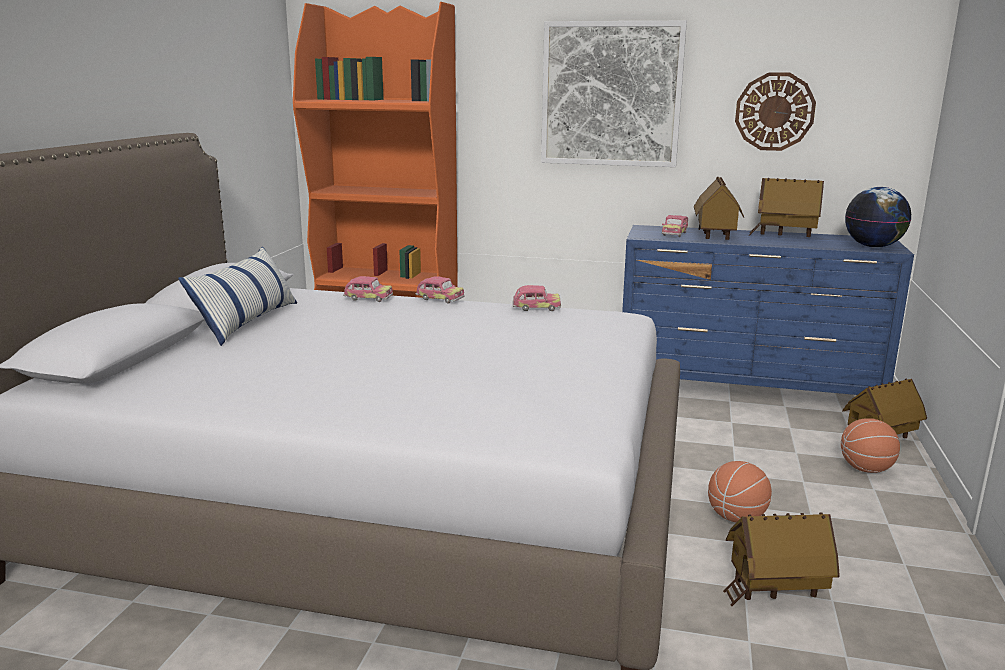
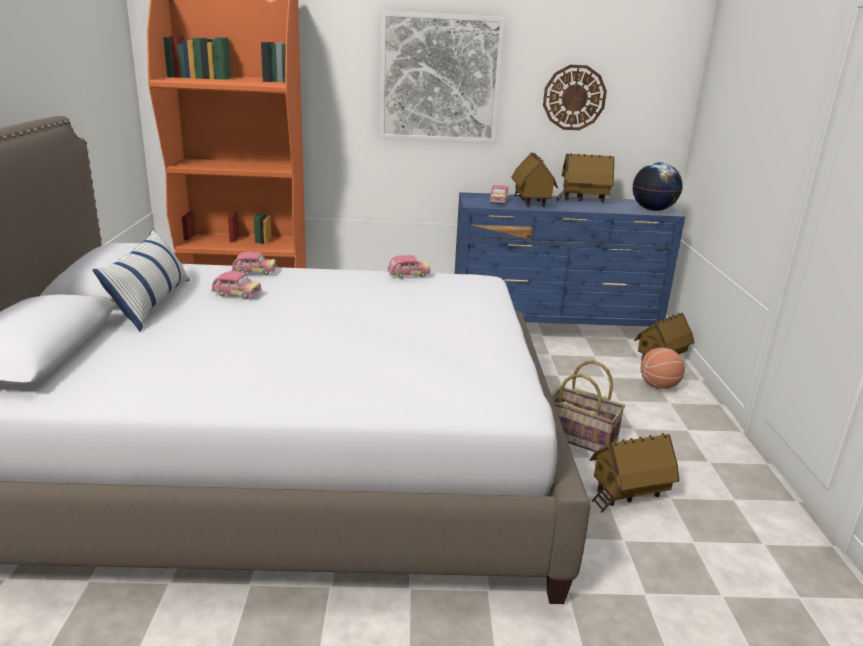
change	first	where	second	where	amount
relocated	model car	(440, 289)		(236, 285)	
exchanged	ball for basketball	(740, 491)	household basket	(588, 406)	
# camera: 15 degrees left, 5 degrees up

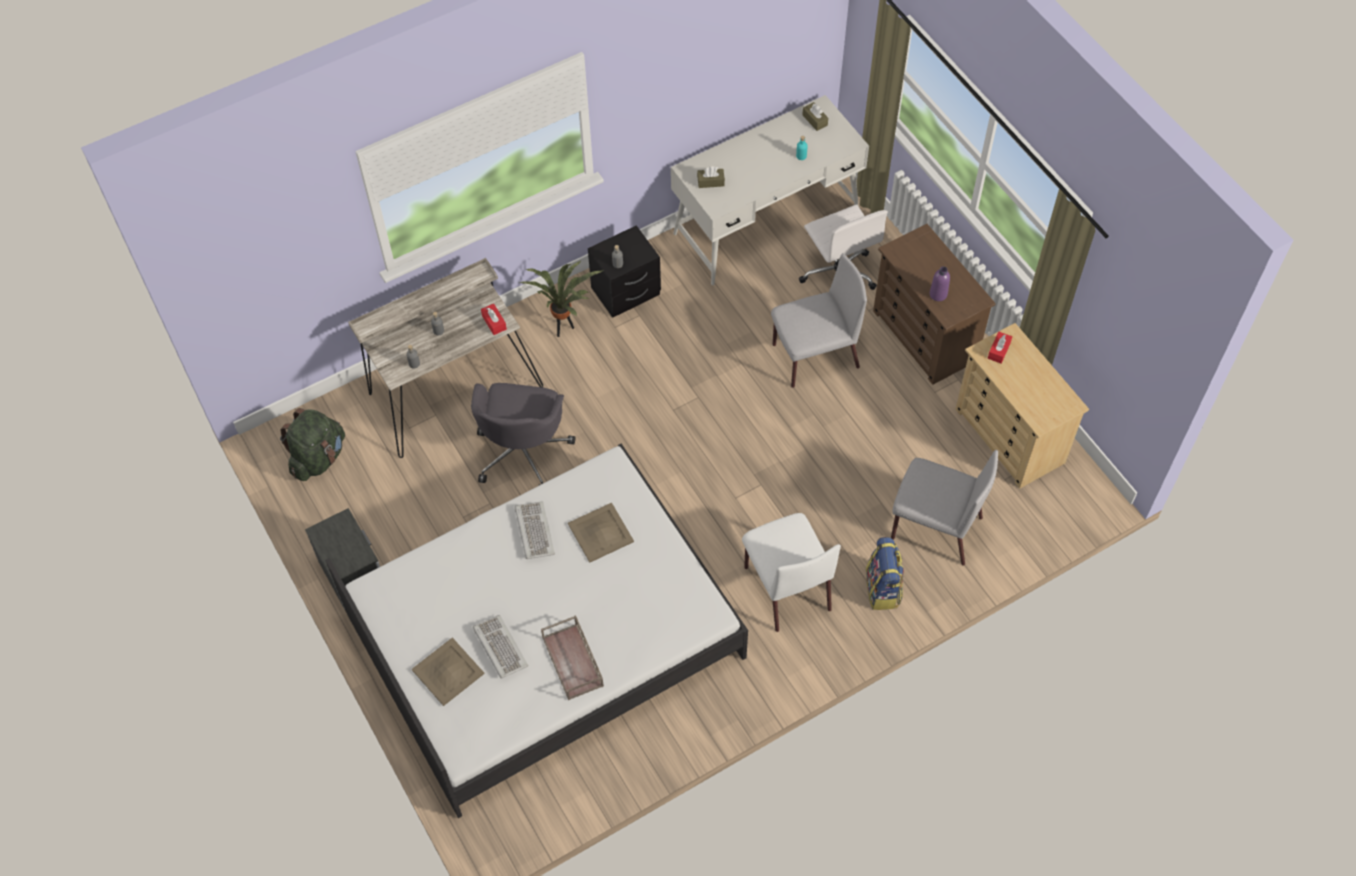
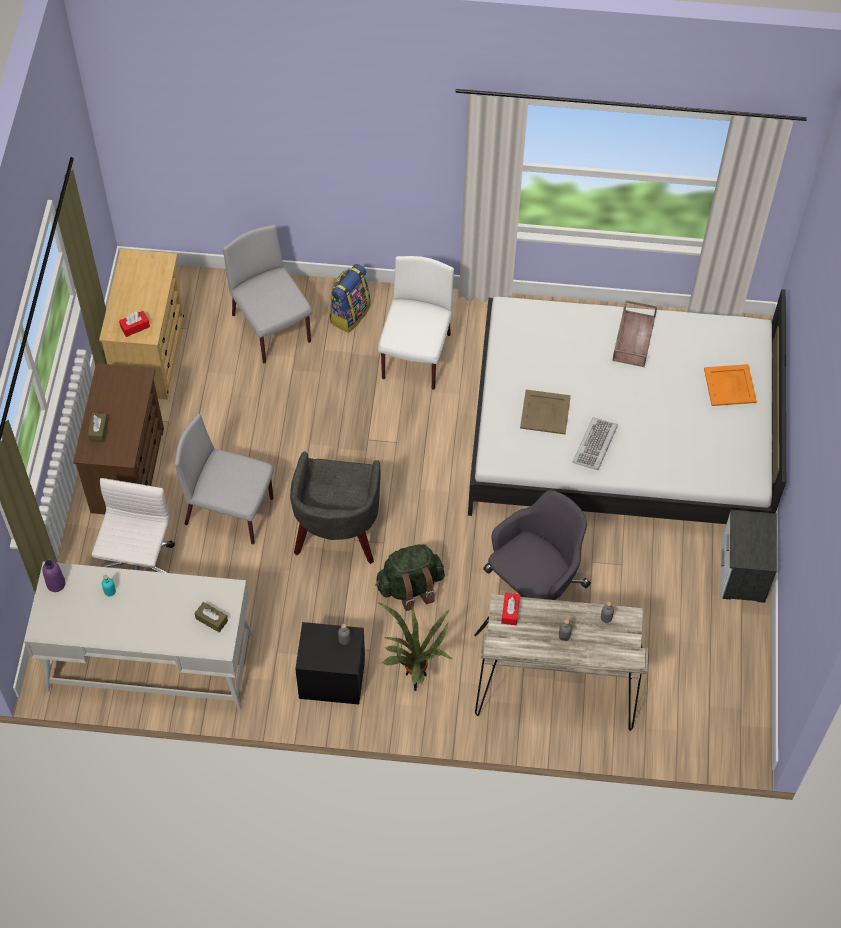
change	first	where	second	where	amount
relocated	box of tissues (brown-coloured)	(815, 116)		(98, 428)	
relocated	beverage bottle (purple-coloured)	(940, 283)		(54, 576)	
relocated	rucksack (green-coloured)	(312, 444)		(410, 577)	
missing	PC keyboard	(500, 647)			
colour	tray (sand-coloured)	(448, 672)	tray (orangey)	(730, 385)	
appeared			easy chair (gray)	(335, 507)	
# camera: 145 degrees left, 0 degrees up

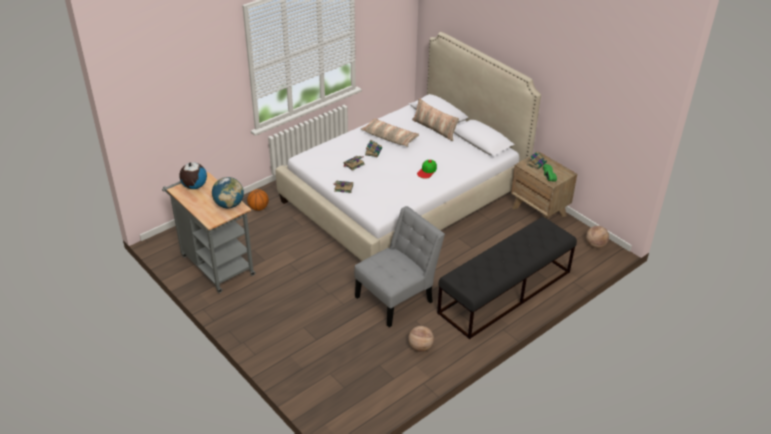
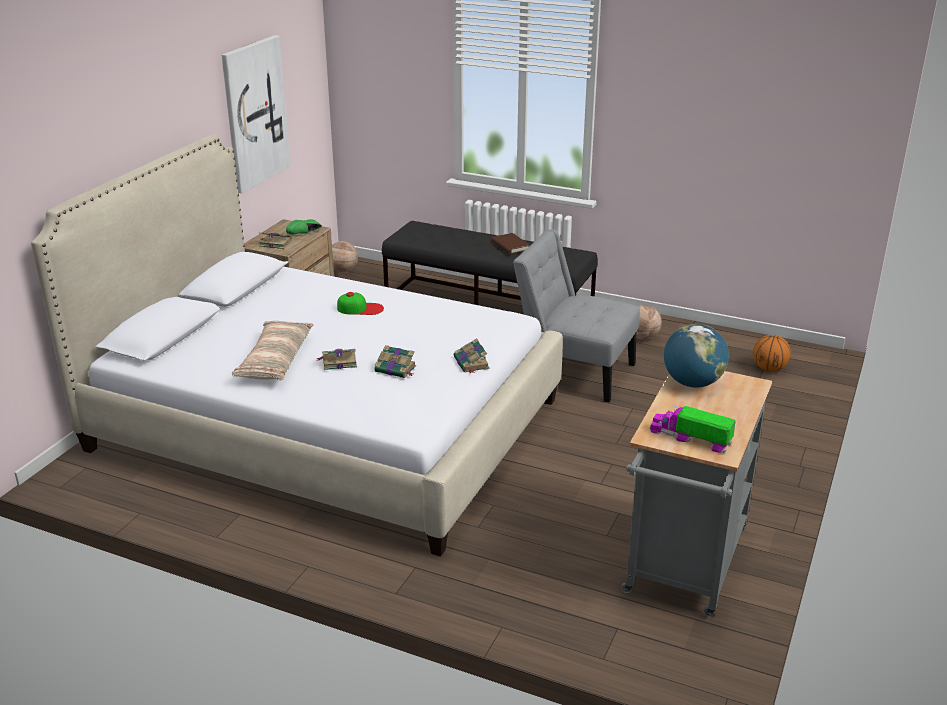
change	first	where	second	where	amount
missing	pillow	(435, 119)			
exchanged	desk globe	(193, 176)	toy truck	(692, 429)	
relocated	ball for basketball	(258, 200)		(772, 353)	
appeared			wall picture	(256, 114)	
appeared			book (brown-coloured)	(510, 244)	
# camera: 115 degrees left, 10 degrees down

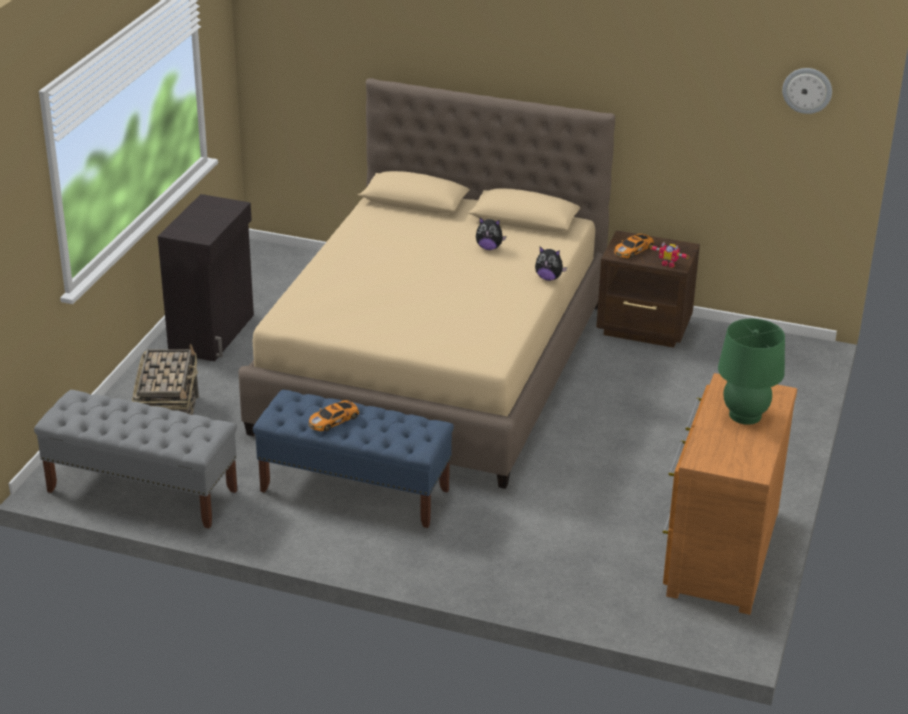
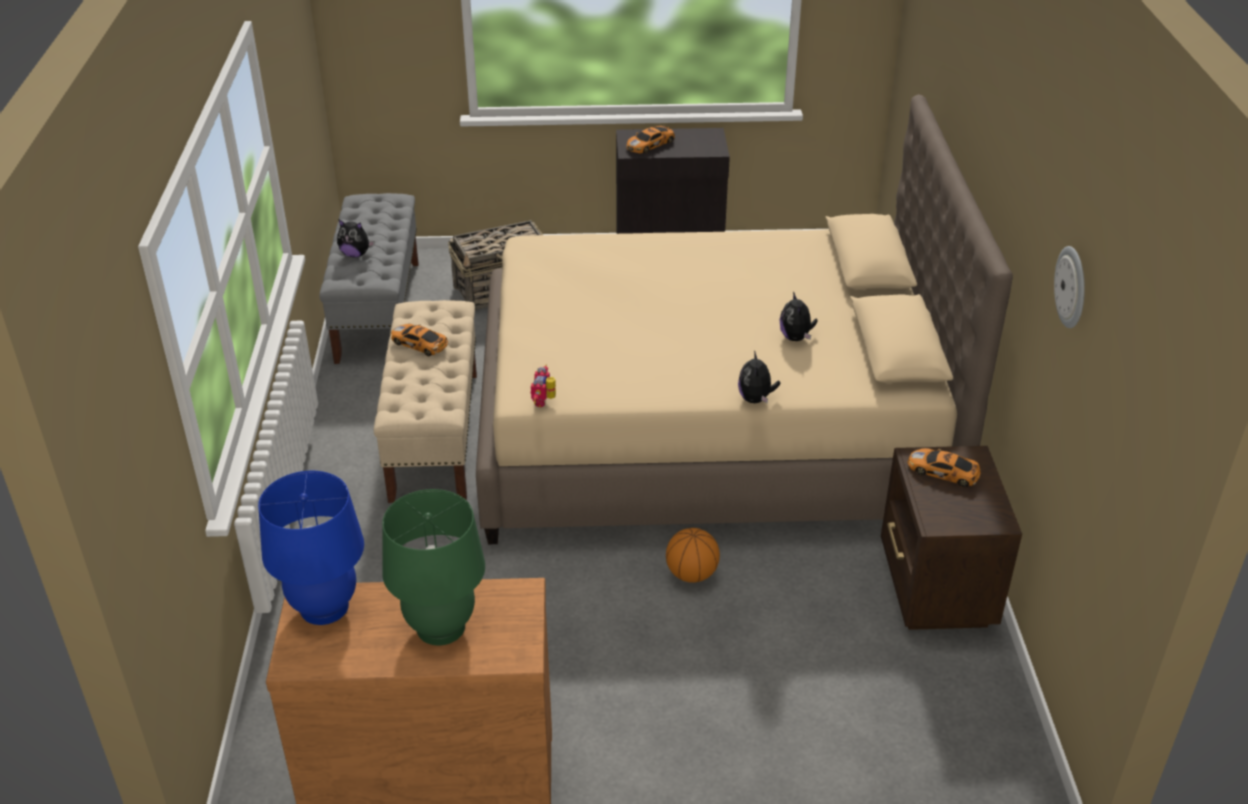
change	first	where	second	where	amount
relocated	clock on the wall	(807, 91)		(1069, 287)	
relocated	robot figure	(669, 255)		(543, 386)	
colour	long seat (blue-coloured)	(353, 459)	long seat (sand-coloured)	(425, 401)	
appeared			model car	(651, 139)	
appeared			cuddly toy	(355, 239)	
appeared			lamp for a table (blue-coloured)	(311, 548)	
appeared			ball for basketball	(693, 555)	
# camera: 70 degrees right, 5 degrees up

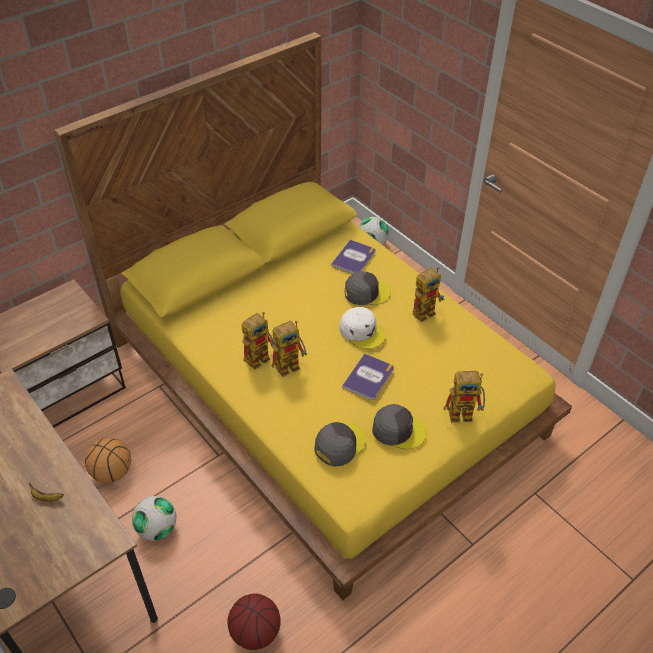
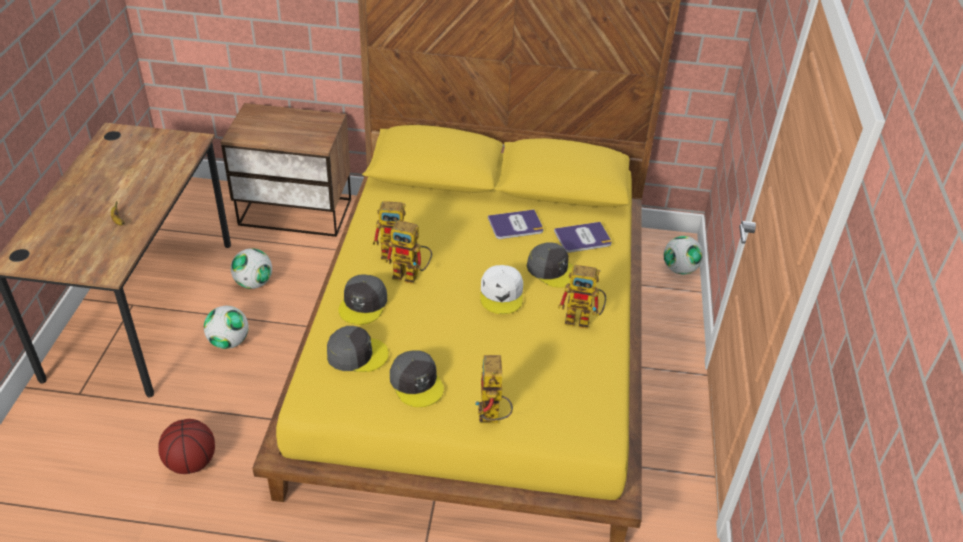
change	first	where	second	where	amount
relocated	book	(368, 376)		(515, 224)	
spun	robot figure	(464, 397)		(494, 389)	45 degrees clockwise
exchanged	ball for basketball	(108, 460)	football ball	(251, 268)	
appeared			baseball cap (gray)	(363, 299)	
# camera: 45 degrees right, 5 degrees down

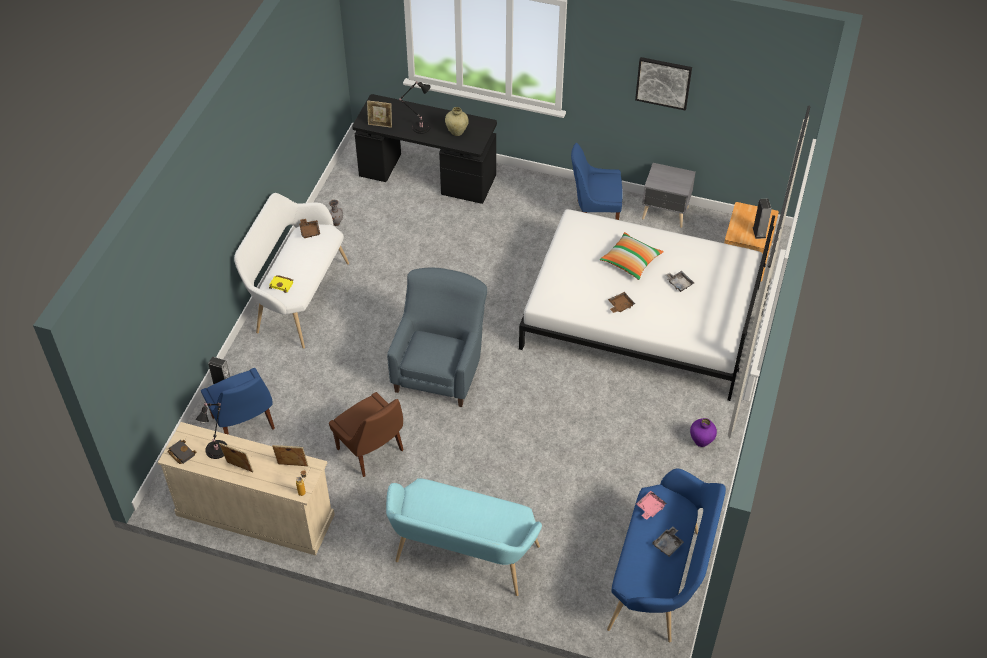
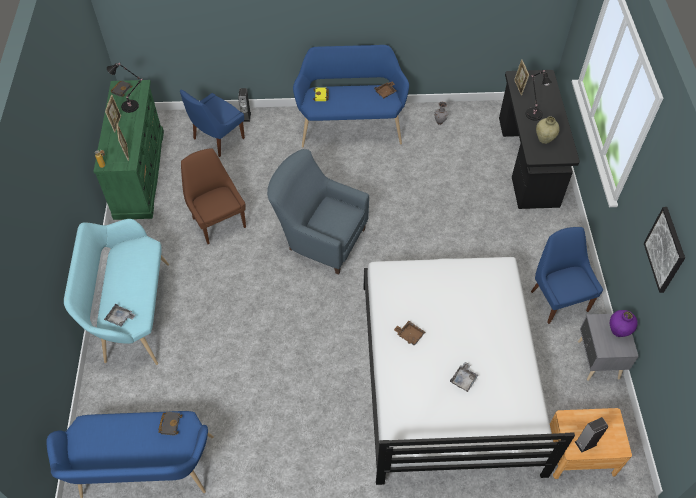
change	first	where	second	where	amount
colour	long seat (whitish)	(291, 271)	long seat (blue-coloured)	(351, 96)	
missing	pillow	(632, 256)			
spun	easy chair (blue-coloured)	(437, 337)		(318, 212)	150 degrees counterclockwise
spun	plain chair (brown-coloured)	(366, 434)		(213, 196)	120 degrees clockwise
relocated	flower vase (purple-coloured)	(703, 432)		(624, 323)	
colour	dresser (sand-coloured)	(246, 489)	dresser (green-coloured)	(128, 150)	
exchanged	tray (pink-coloured)	(651, 505)	book (black-coloured)	(170, 424)	
relocated	tray (gray)	(668, 541)		(120, 315)	
# camera: 70 degrees right, 5 degrees up

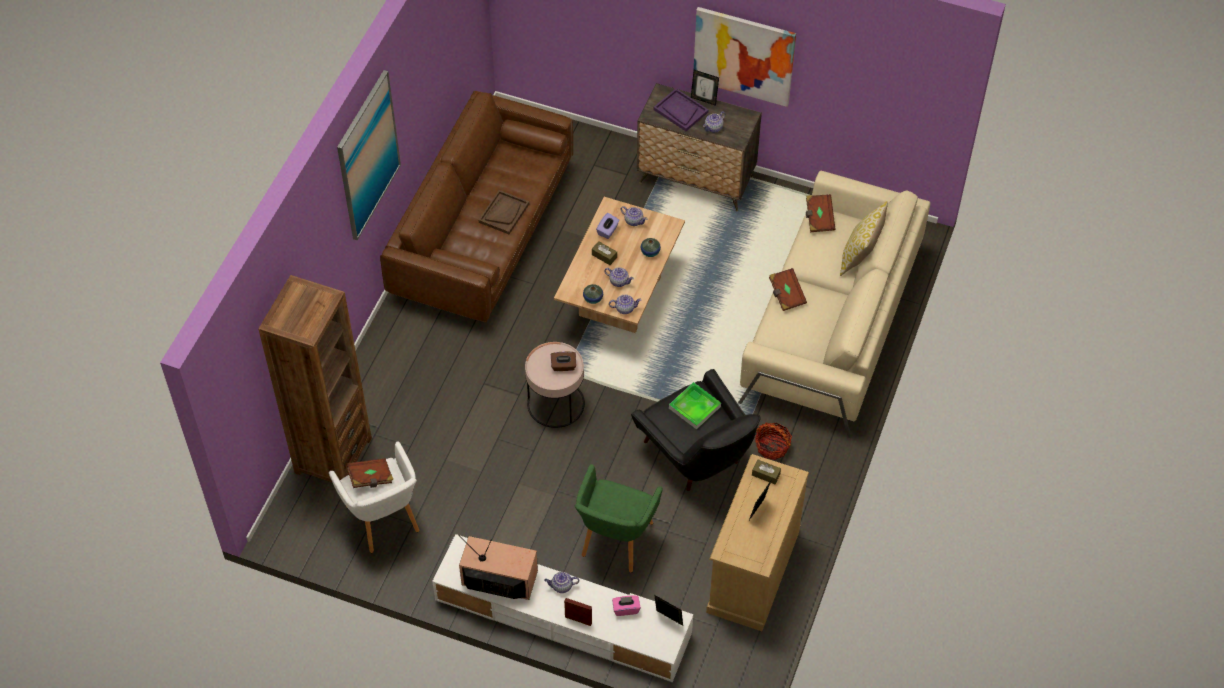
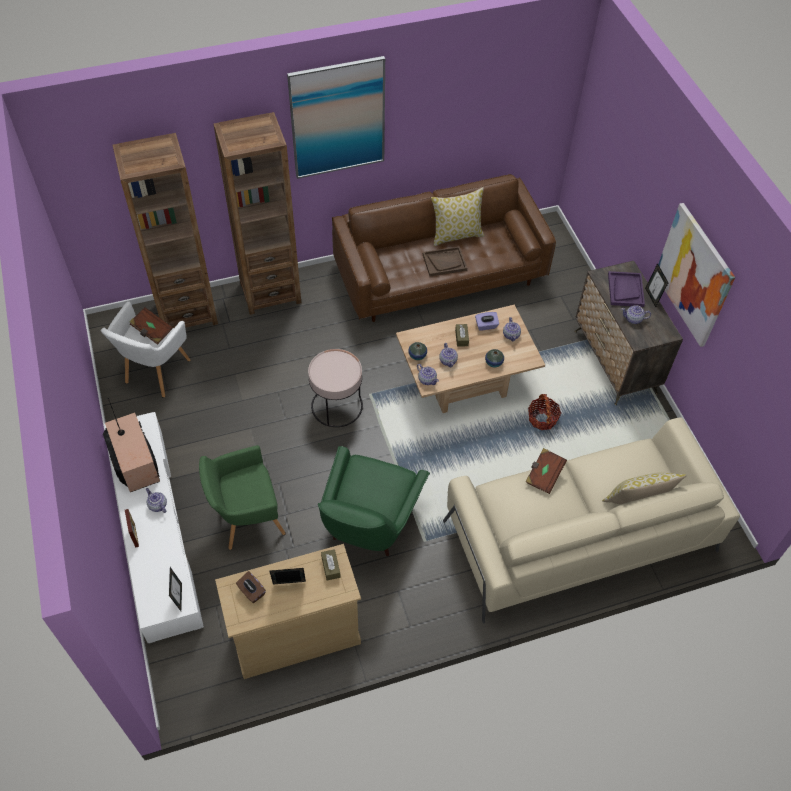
change	first	where	second	where	amount
missing	book (brown-coloured)	(821, 213)			
relocated	box of tissues (brown-coloured)	(563, 361)		(251, 587)	
colour	easy chair (black-coloured)	(696, 430)	easy chair (green-coloured)	(374, 501)	
missing	tray	(695, 406)			
relocated	household basket	(773, 441)		(544, 412)	
missing	box of tissues (pink-coloured)	(626, 605)			
appeared			bookcase (brown-coloured)	(257, 213)	
appeared			pillow	(457, 216)	
# camera: 50 degrees right, 0 degrees up

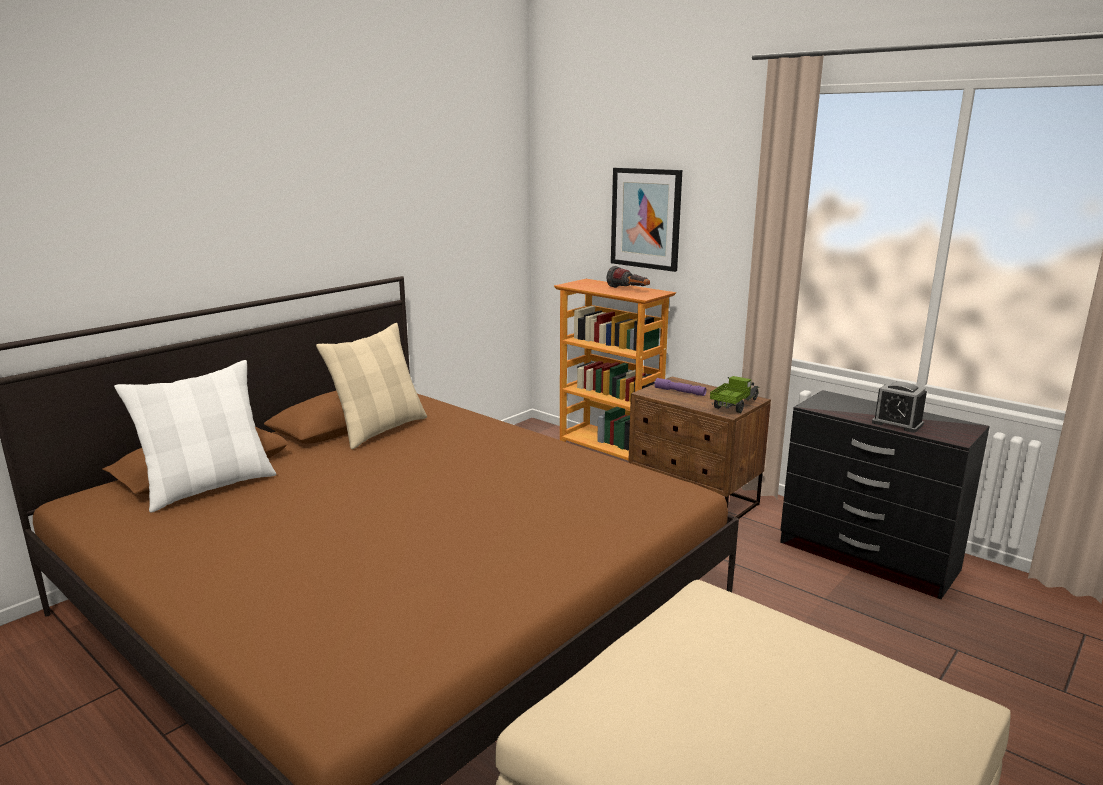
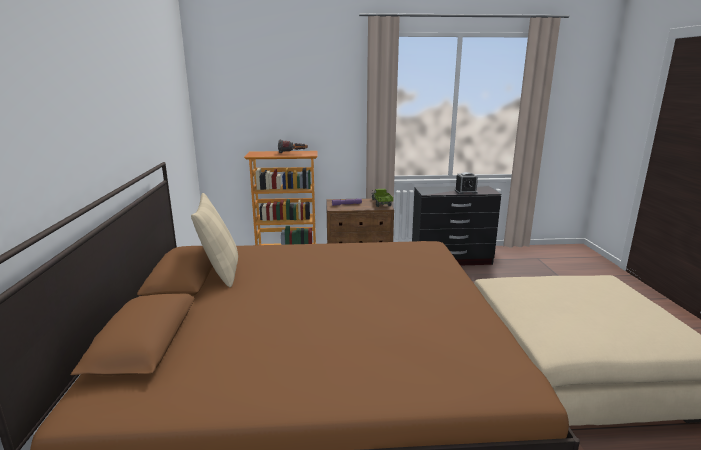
change	first	where	second	where	amount
missing	wall picture	(646, 220)			
missing	pillow (whitish)	(195, 436)			
# camera: 45 degrees left, 0 degrees up

